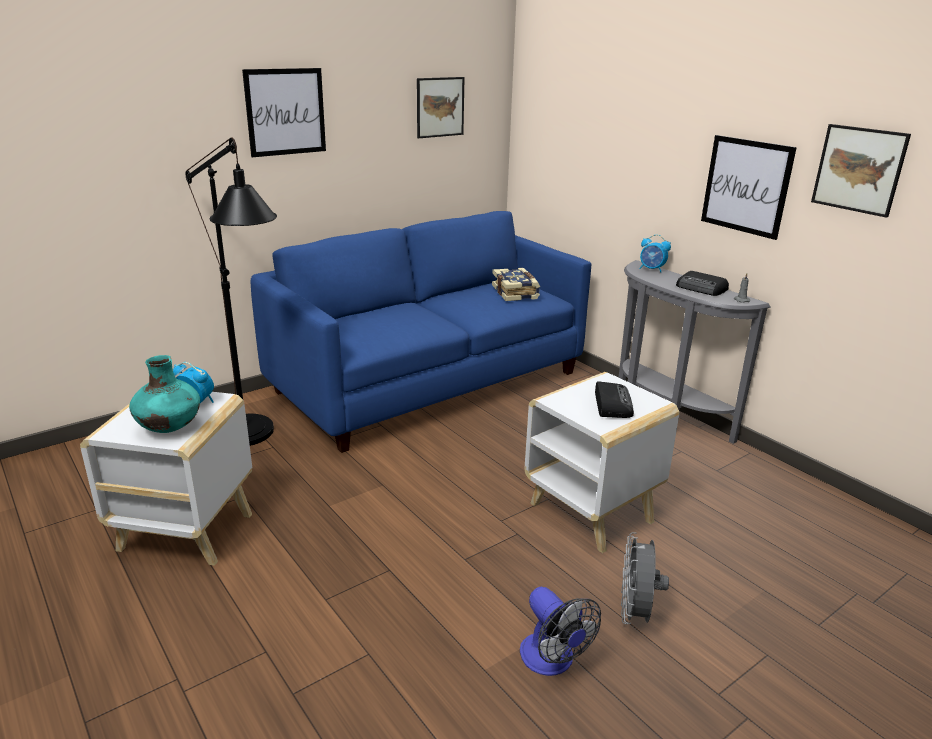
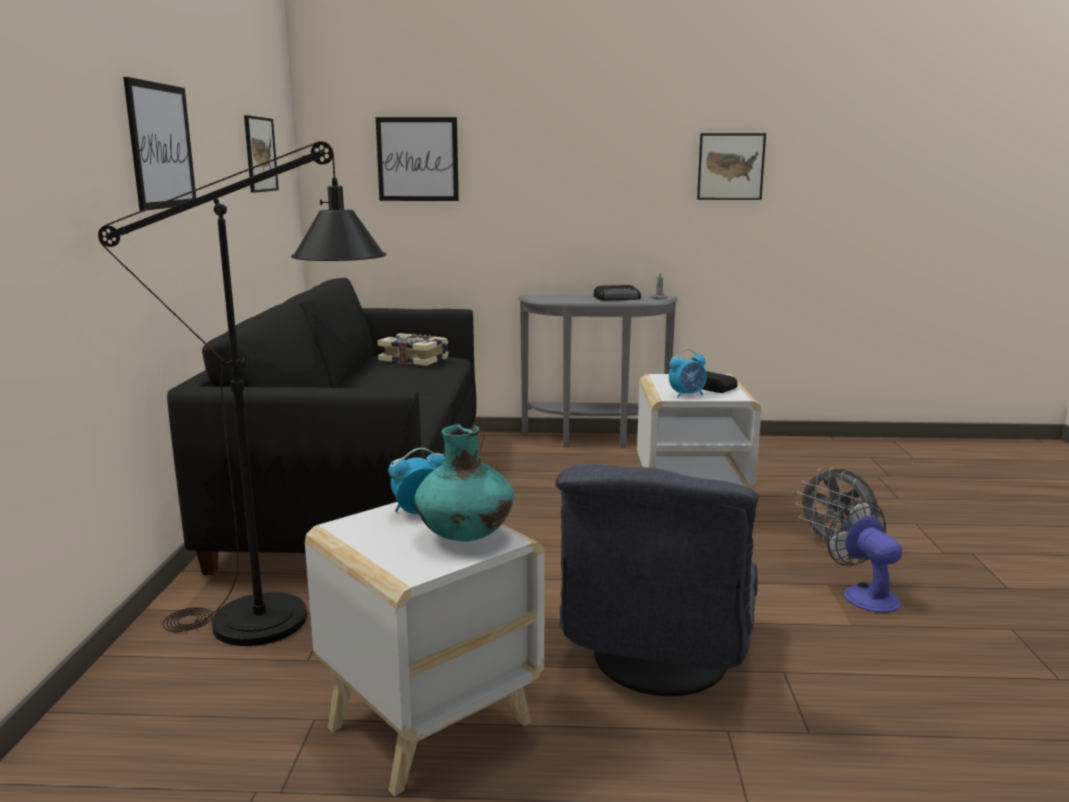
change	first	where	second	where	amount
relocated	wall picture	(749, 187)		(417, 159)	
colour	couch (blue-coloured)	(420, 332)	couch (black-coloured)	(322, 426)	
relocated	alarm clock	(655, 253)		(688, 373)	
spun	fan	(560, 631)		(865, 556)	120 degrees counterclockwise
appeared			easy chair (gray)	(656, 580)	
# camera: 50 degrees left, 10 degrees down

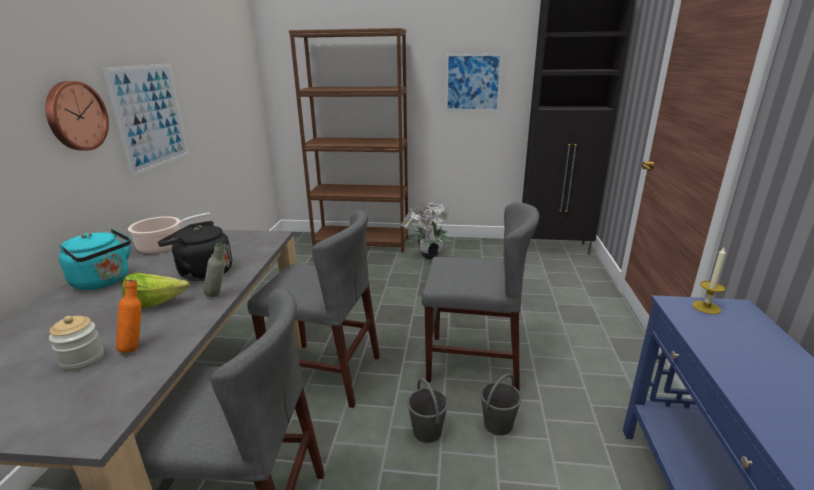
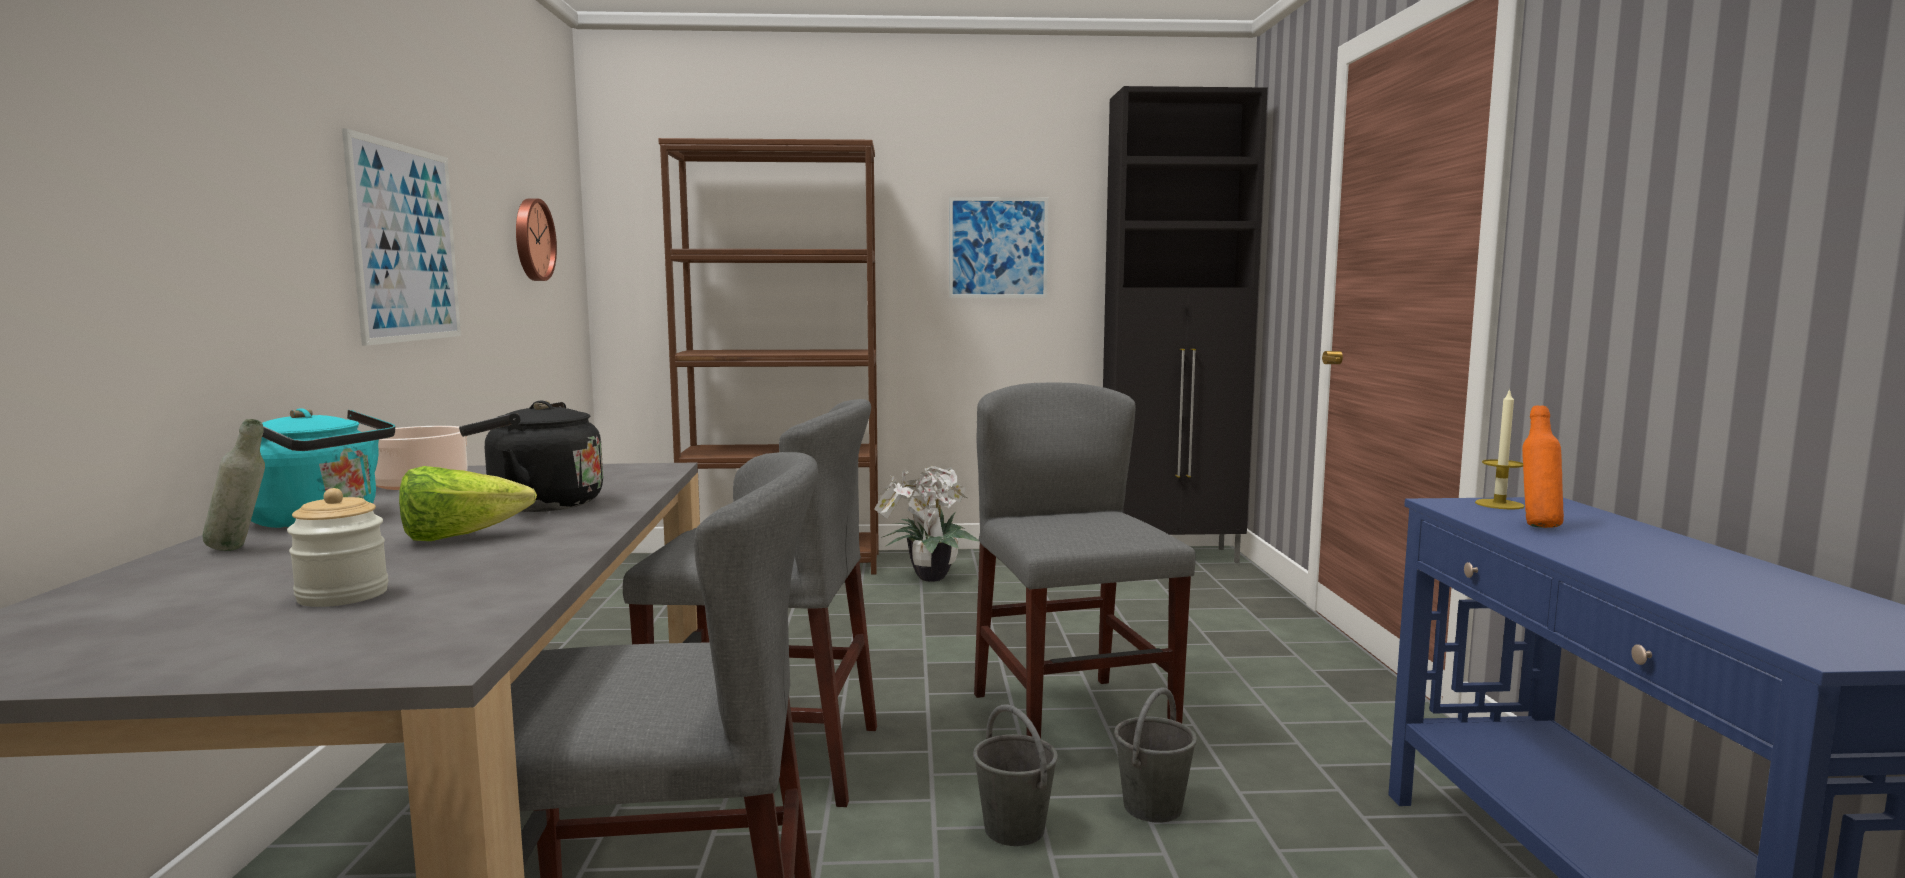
change	first	where	second	where	amount
relocated	clock on the wall	(77, 116)		(536, 239)	
spun	plain chair (gray)	(480, 297)		(1085, 560)	105 degrees counterclockwise
relocated	beverage bottle (gray)	(214, 270)		(233, 485)	
relocated	beverage bottle (orangey)	(128, 316)		(1543, 466)	
# camera: 10 degrees left, 15 degrees down

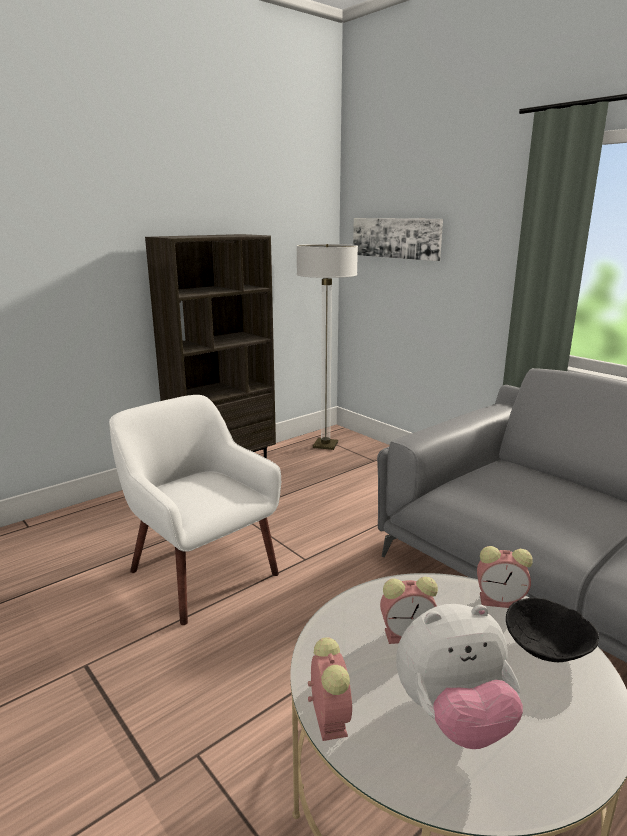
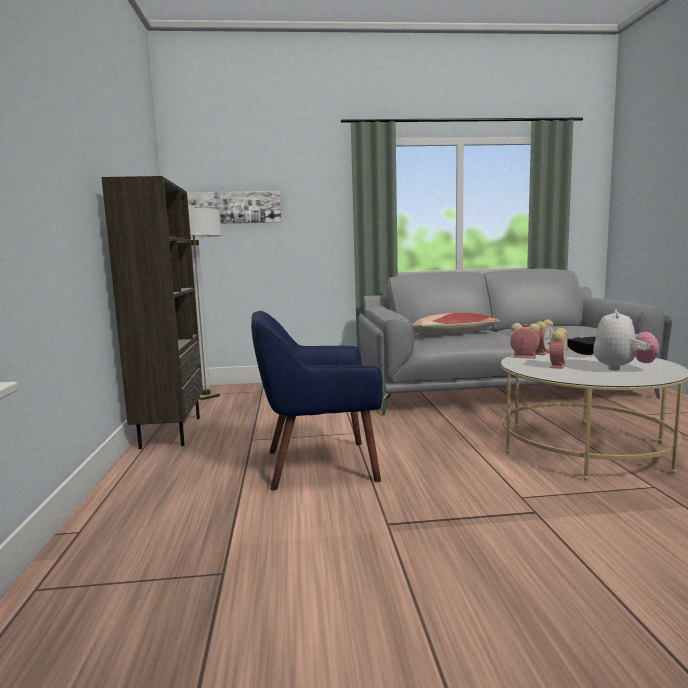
change	first	where	second	where	amount
colour	easy chair (whitish)	(195, 510)	easy chair (blue-coloured)	(317, 400)	
relocated	alarm clock	(330, 689)		(525, 341)	
appeared			pillow	(456, 323)	
# camera: 55 degrees left, 10 degrees down

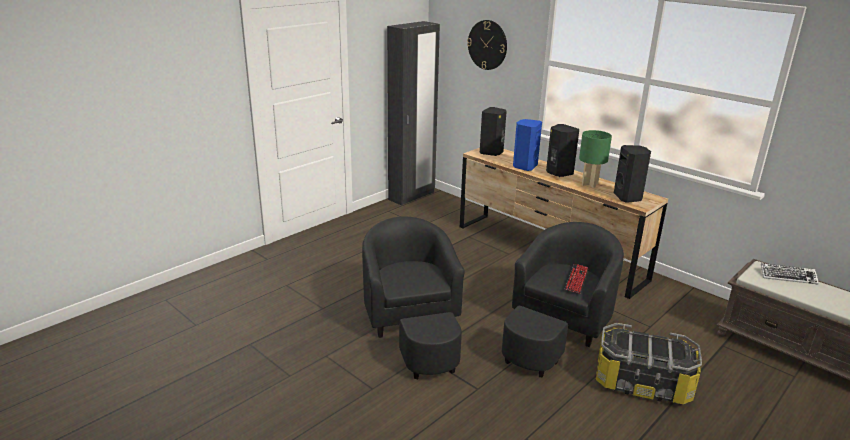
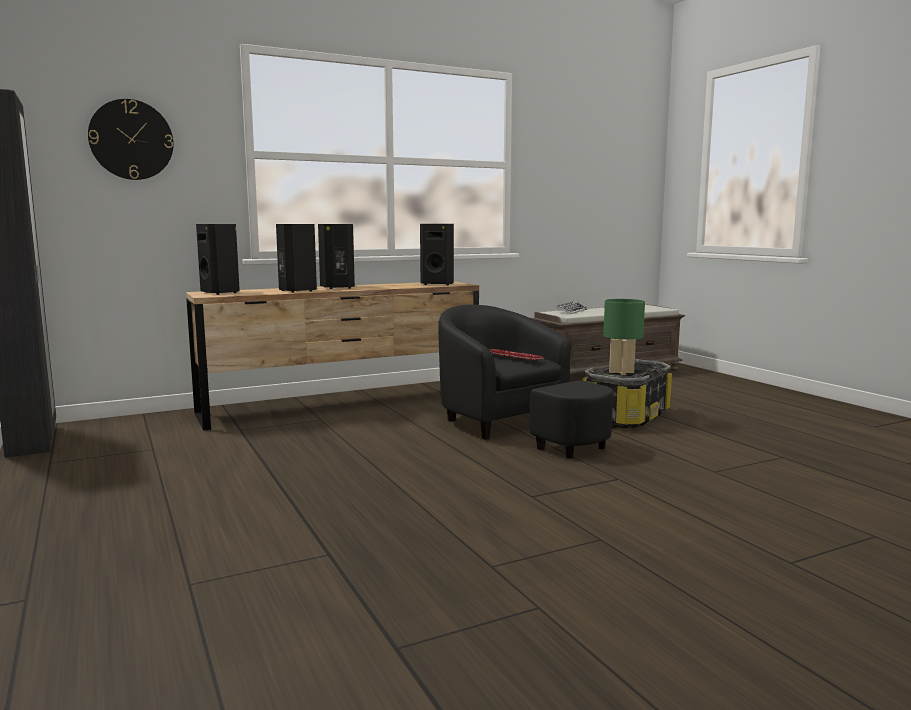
change	first	where	second	where	amount
colour	speaker (blue-coloured)	(527, 145)	speaker (black-coloured)	(296, 258)	
relocated	lamp for a table (green-coloured)	(595, 159)		(624, 337)	
missing	easy chair (black-coloured)	(413, 297)			
# camera: 70 degrees left, 15 degrees down

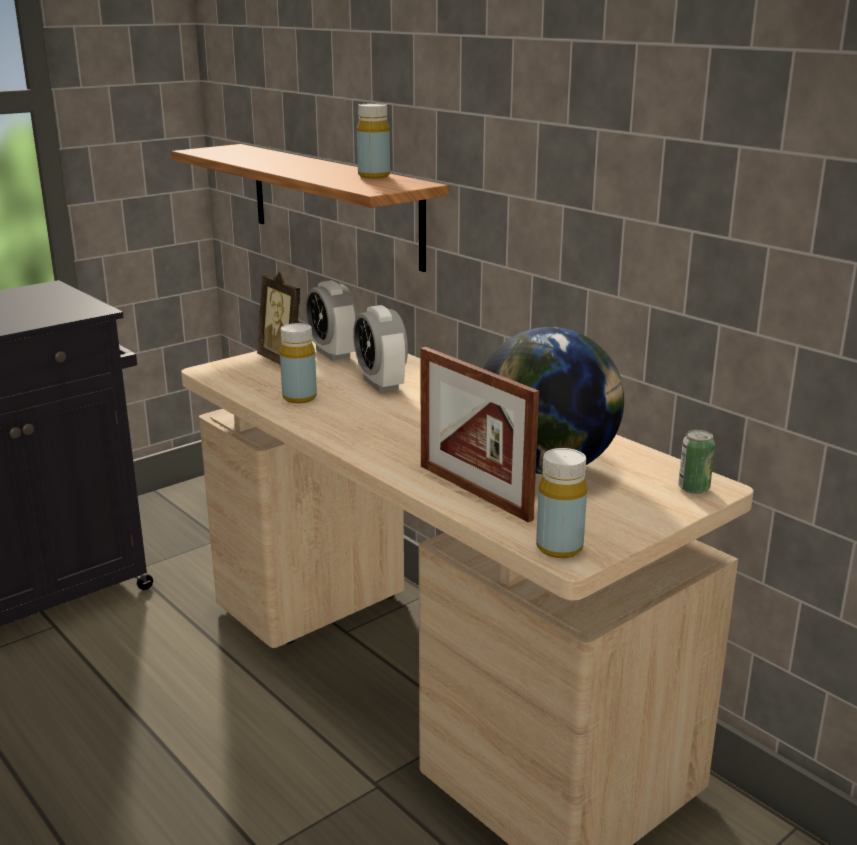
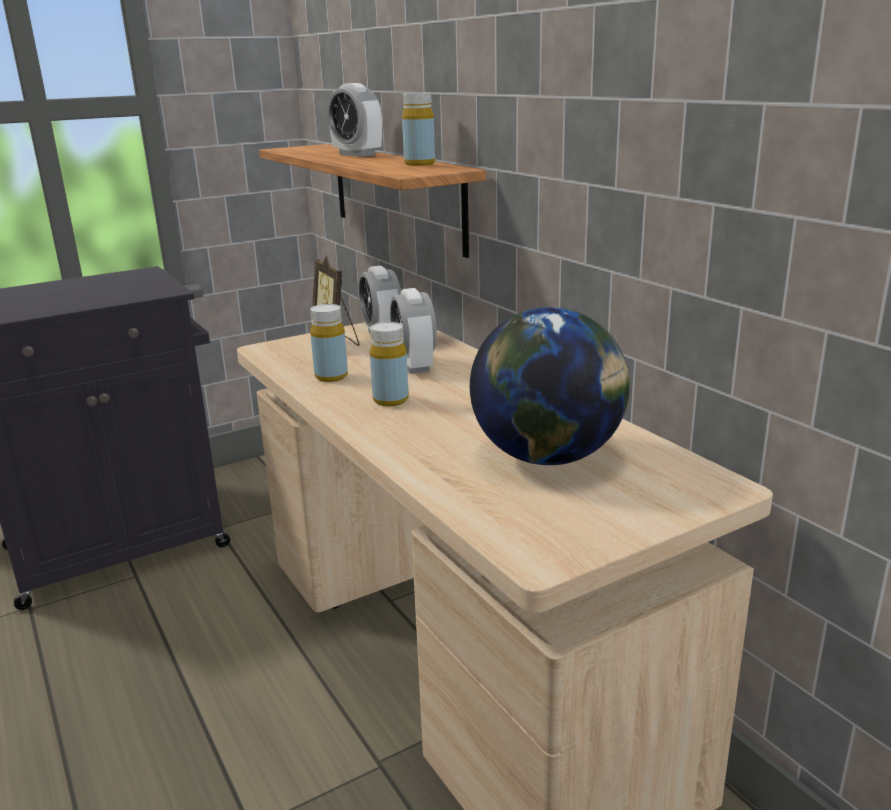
change	first	where	second	where	amount
missing	picture frame	(479, 434)			
missing	sealed can	(696, 462)			
relocated	beverage bottle (yellow-coloured)	(561, 503)		(389, 364)	
appeared			alarm clock	(355, 120)	
# camera: 10 degrees right, 0 degrees up

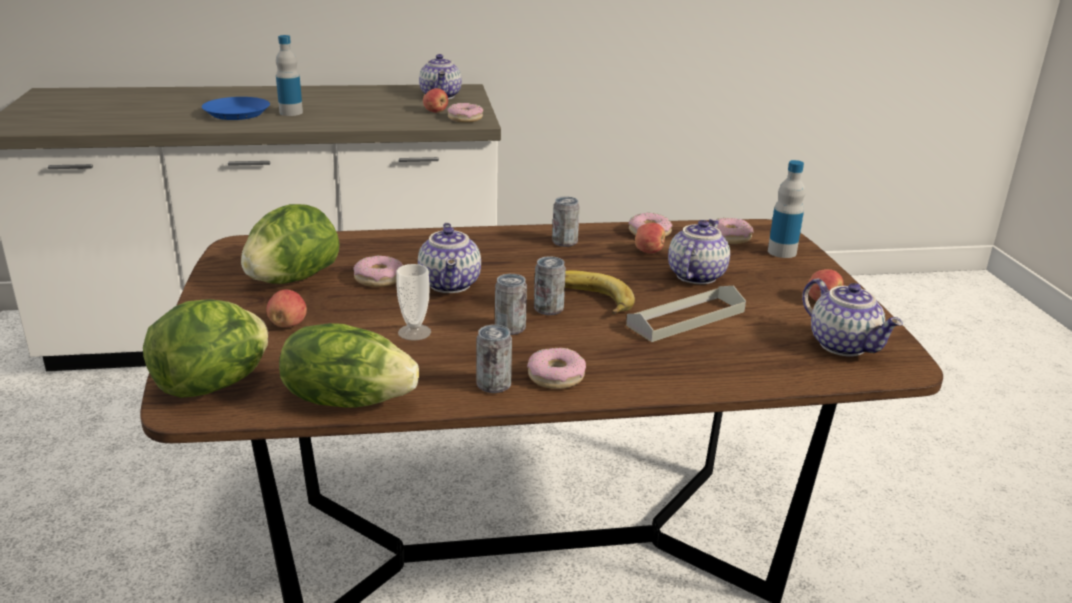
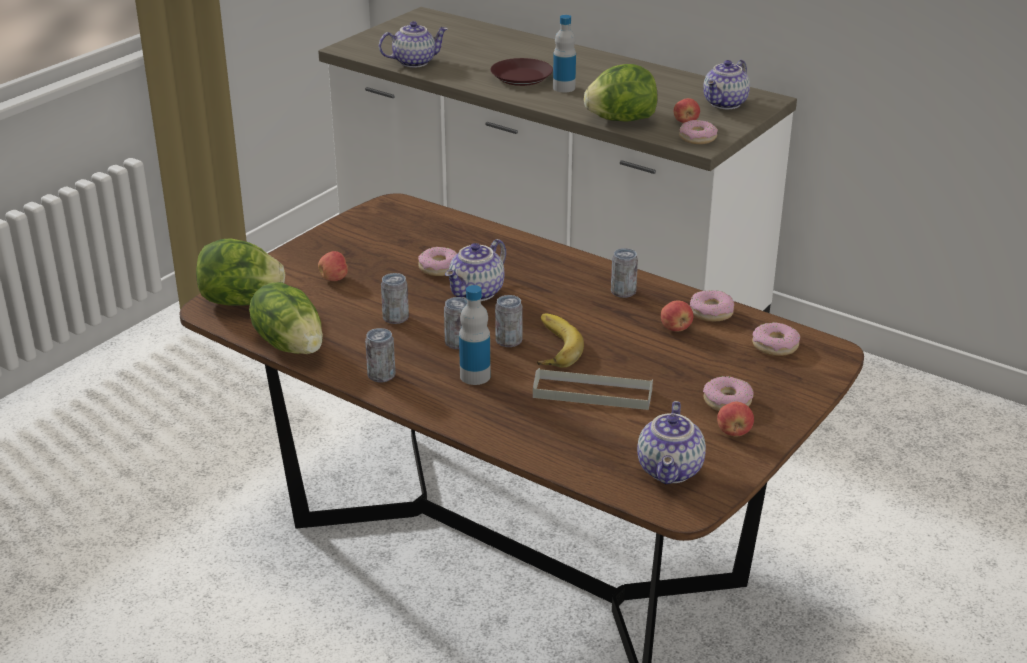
change	first	where	second	where	amount
colour	flat dish (blue-coloured)	(236, 108)	flat dish (brown-coloured)	(521, 72)	
relocated	beverage bottle	(786, 209)		(475, 335)	
relocated	head of lettuce	(290, 244)		(620, 93)	
relocated	pot for tea	(699, 251)		(413, 44)	
exchanged	cup	(413, 302)	sealed can	(395, 298)	
relocated	ring doughnut	(556, 368)		(728, 393)	
# camera: 45 degrees right, 5 degrees up

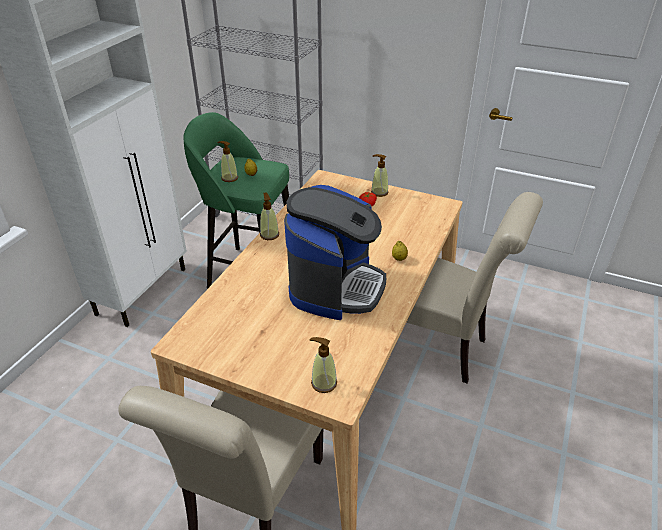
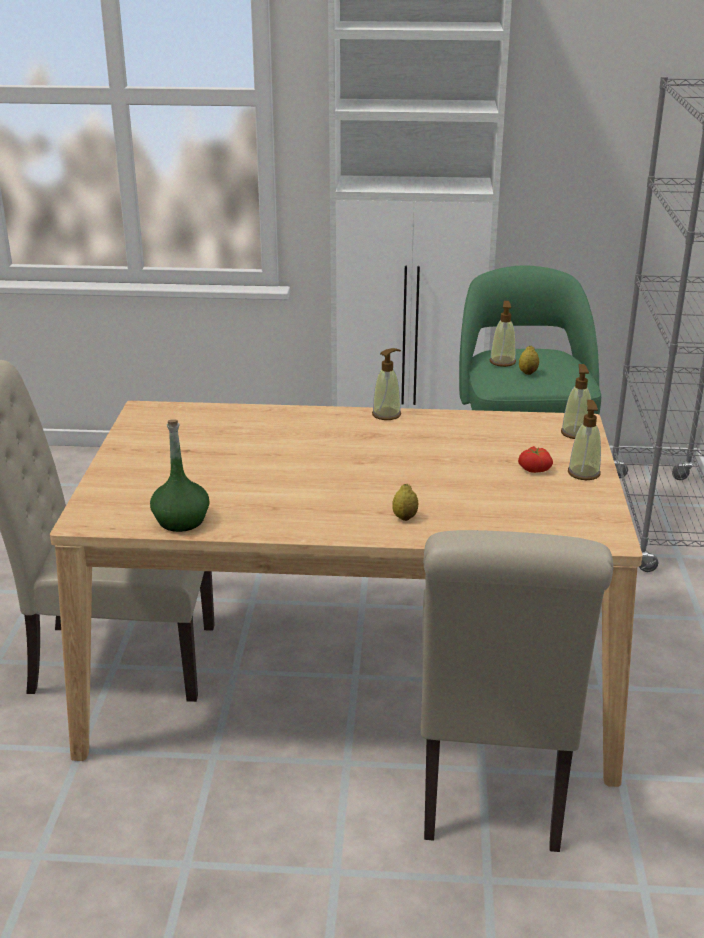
change	first	where	second	where	amount
missing	coffee maker	(335, 252)			
relocated	soap bottle	(323, 365)		(576, 401)	
appeared			beverage bottle (green-coloured)	(180, 475)	
# camera: 70 degrees right, 10 degrees down

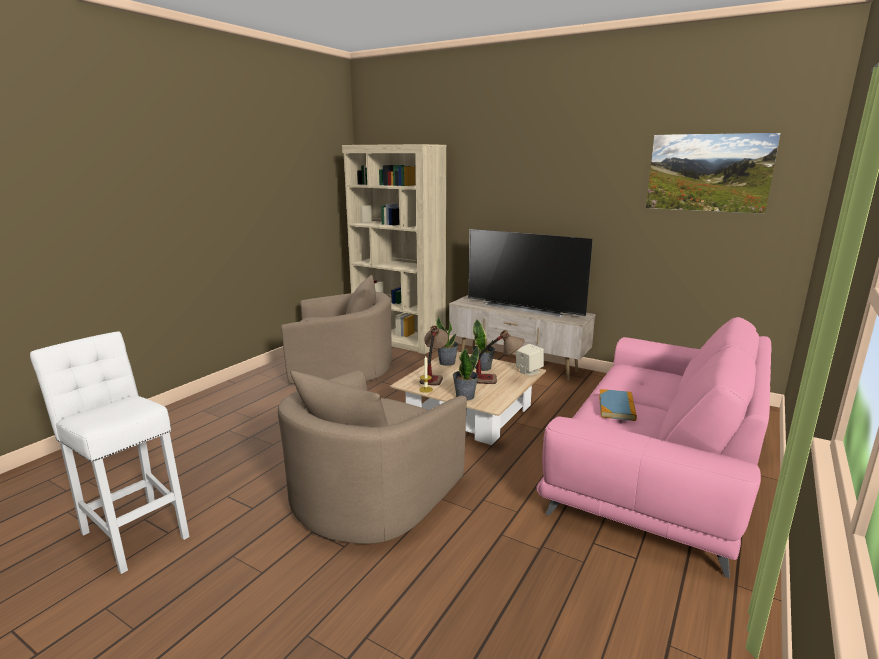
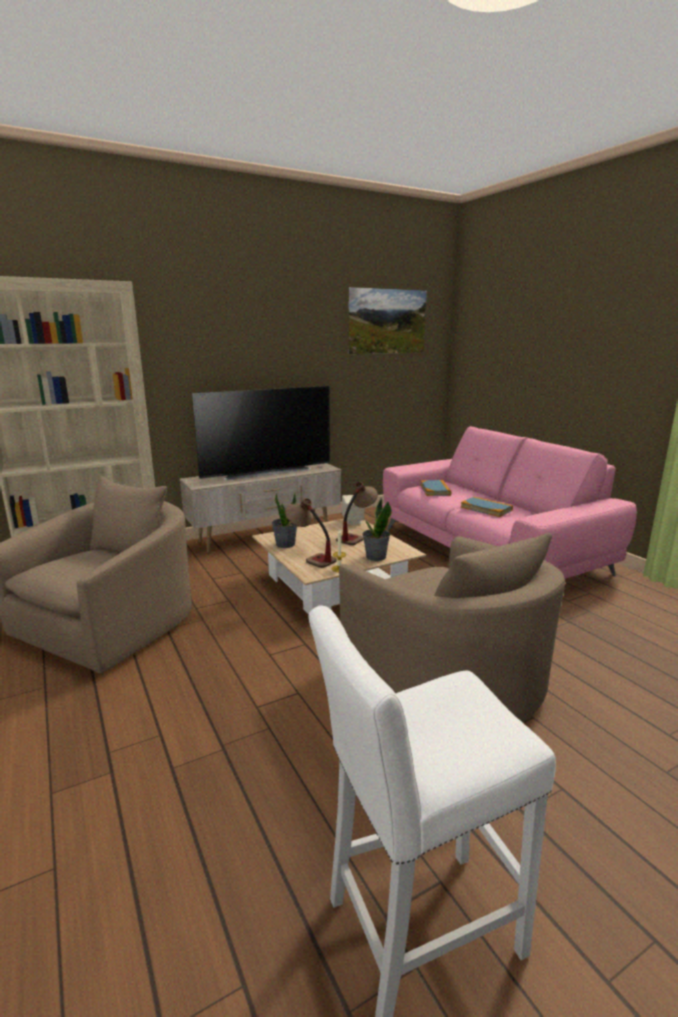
change	first	where	second	where	amount
missing	plant in a pot	(483, 345)			
appeared			book	(435, 488)	
# camera: 60 degrees left, 0 degrees up

